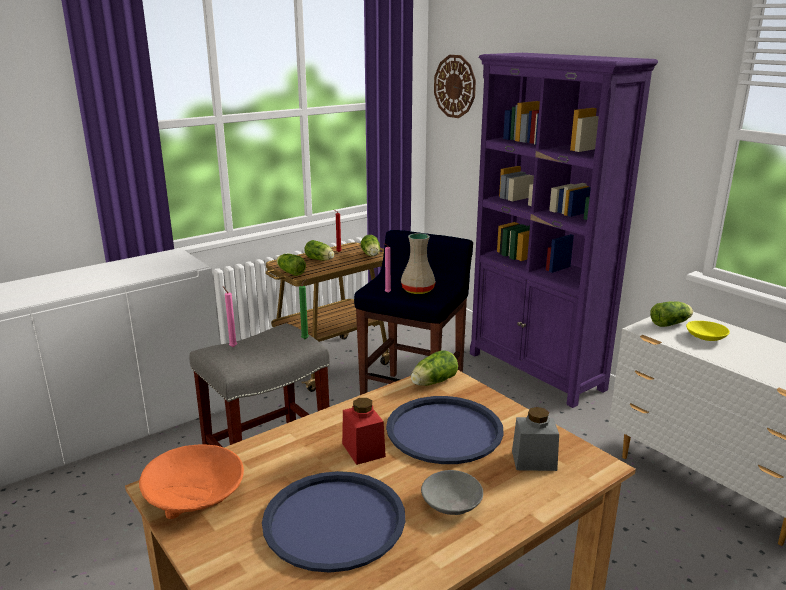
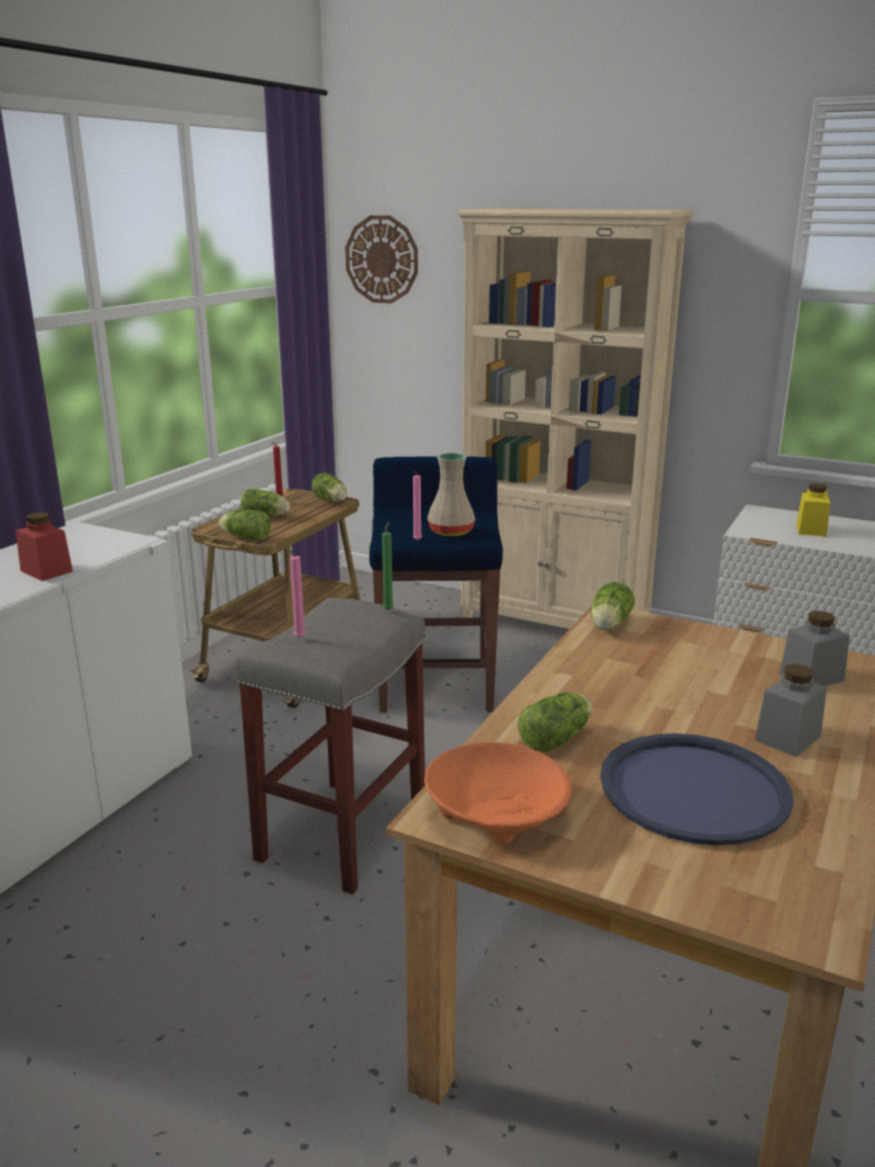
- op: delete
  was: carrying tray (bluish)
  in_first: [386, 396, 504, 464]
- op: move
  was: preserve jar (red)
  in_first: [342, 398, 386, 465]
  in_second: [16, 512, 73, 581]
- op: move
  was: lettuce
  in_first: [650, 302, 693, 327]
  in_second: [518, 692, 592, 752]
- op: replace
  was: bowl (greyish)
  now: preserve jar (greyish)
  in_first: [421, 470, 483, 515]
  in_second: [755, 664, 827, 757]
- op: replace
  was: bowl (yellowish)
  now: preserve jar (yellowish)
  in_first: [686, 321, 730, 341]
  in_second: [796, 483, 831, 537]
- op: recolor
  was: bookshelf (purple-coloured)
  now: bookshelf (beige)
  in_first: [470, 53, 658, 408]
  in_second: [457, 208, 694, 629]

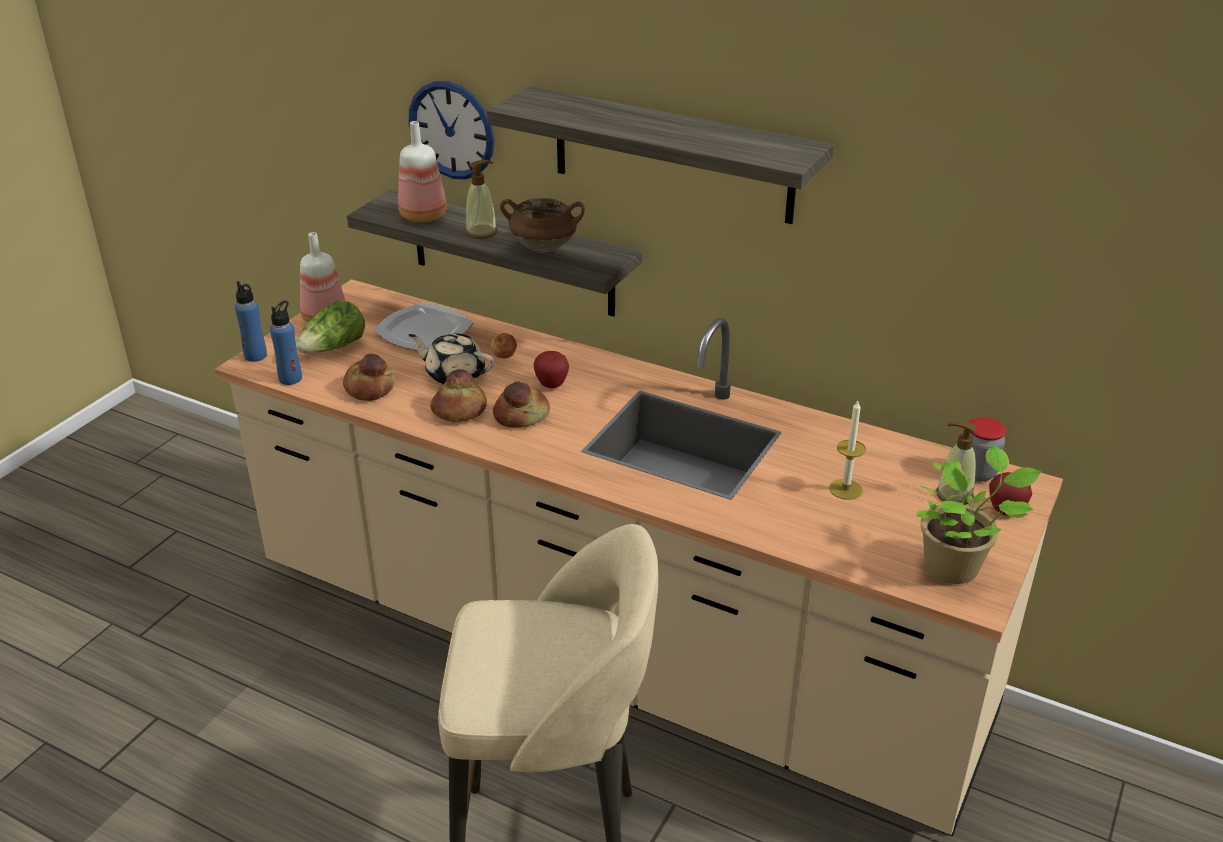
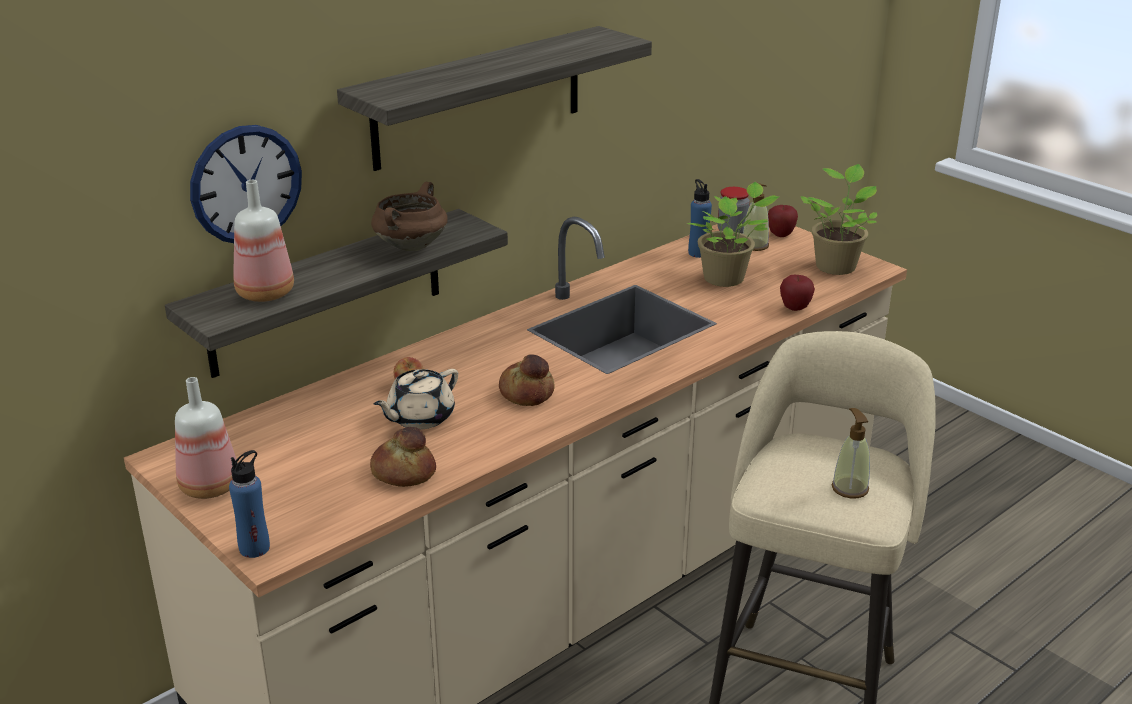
- op: delete
  was: lettuce
  in_first: [296, 301, 365, 353]
- op: delete
  was: flat dish
  in_first: [373, 302, 473, 351]
- op: delete
  was: baked bread
  in_first: [430, 369, 487, 422]
- op: move
  was: beverage bottle (bluish)
  in_first: [270, 300, 302, 385]
  in_second: [688, 179, 712, 258]
- op: move
  was: soap bottle
  in_first: [465, 160, 497, 239]
  in_second: [832, 408, 870, 498]
- op: move
  was: apple fruit
  in_first: [533, 351, 569, 388]
  in_second: [780, 275, 815, 311]
- op: replace
  was: candle
  now: plant in a pot
  in_first: [829, 401, 866, 500]
  in_second: [687, 182, 779, 287]

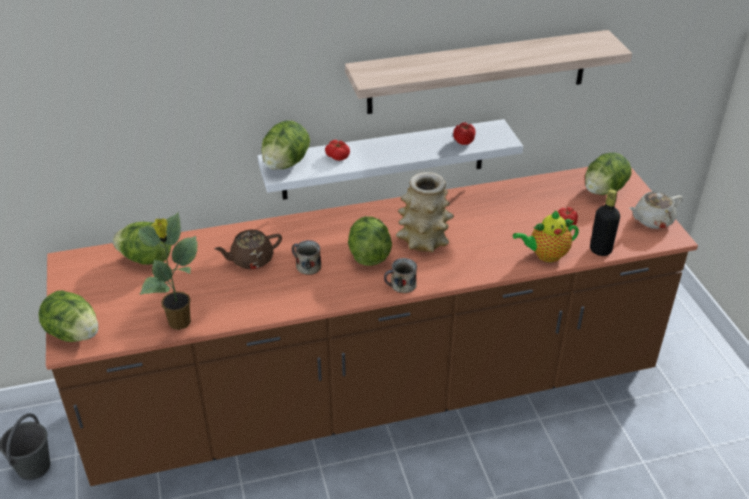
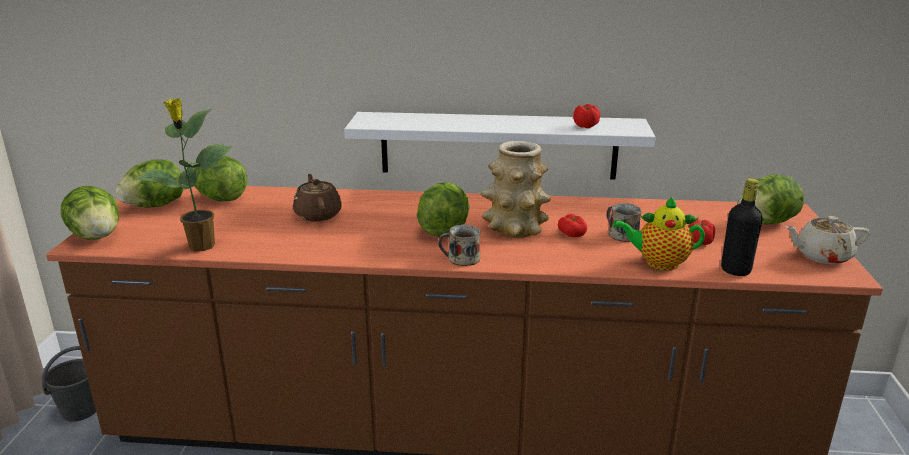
- op: delete
  was: wall shelf
  in_first: [345, 30, 632, 114]
- op: move
  was: lettuce
  in_first: [261, 121, 310, 170]
  in_second: [116, 159, 184, 208]
- op: move
  was: mug
  in_first: [292, 240, 321, 275]
  in_second: [607, 203, 641, 242]
- op: move
  was: fresh tomato
  in_first: [325, 140, 350, 161]
  in_second: [558, 214, 587, 237]
- op: rotate
  was: pot for tea (brown-coloured)
  in_first: [214, 229, 282, 270]
  in_second: [293, 174, 342, 222]
  clockwise: 75

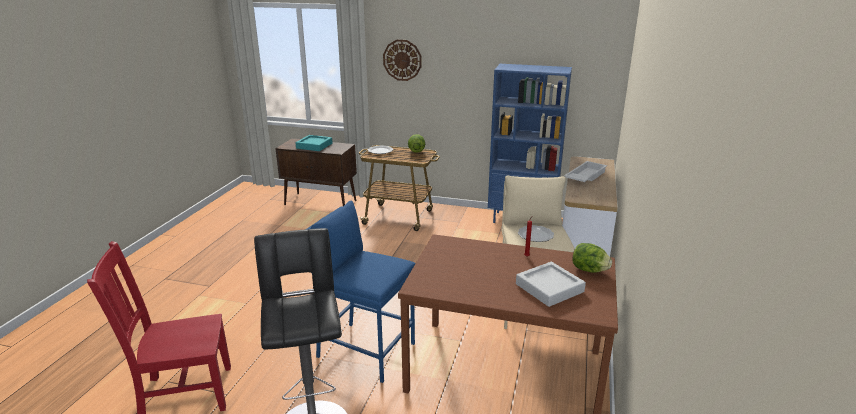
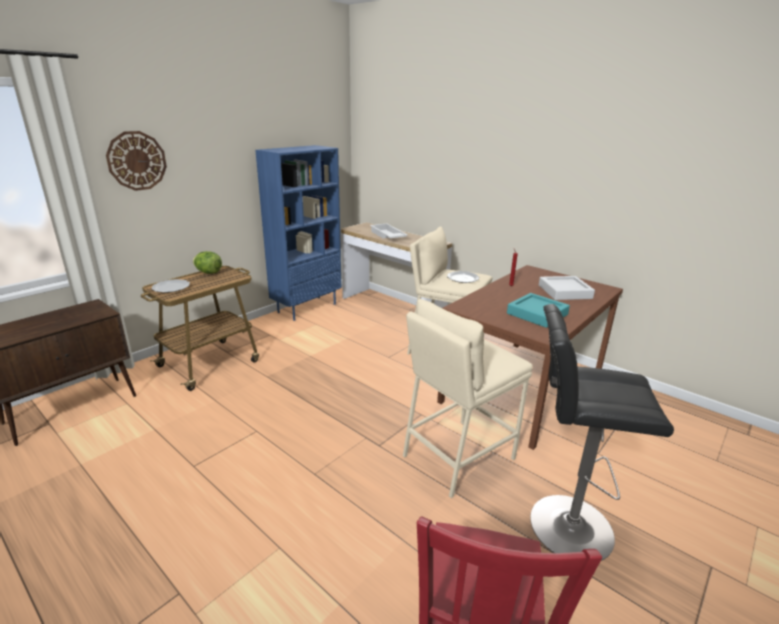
- op: delete
  was: lettuce
  in_first: [573, 243, 612, 273]
- op: move
  was: carrying tray (turquoise-coloured)
  in_first: [295, 135, 333, 151]
  in_second: [507, 293, 570, 328]
- op: recolor
  was: stool seat (bluish)
  now: stool seat (beige)
  in_first: [305, 201, 416, 383]
  in_second: [403, 299, 533, 498]

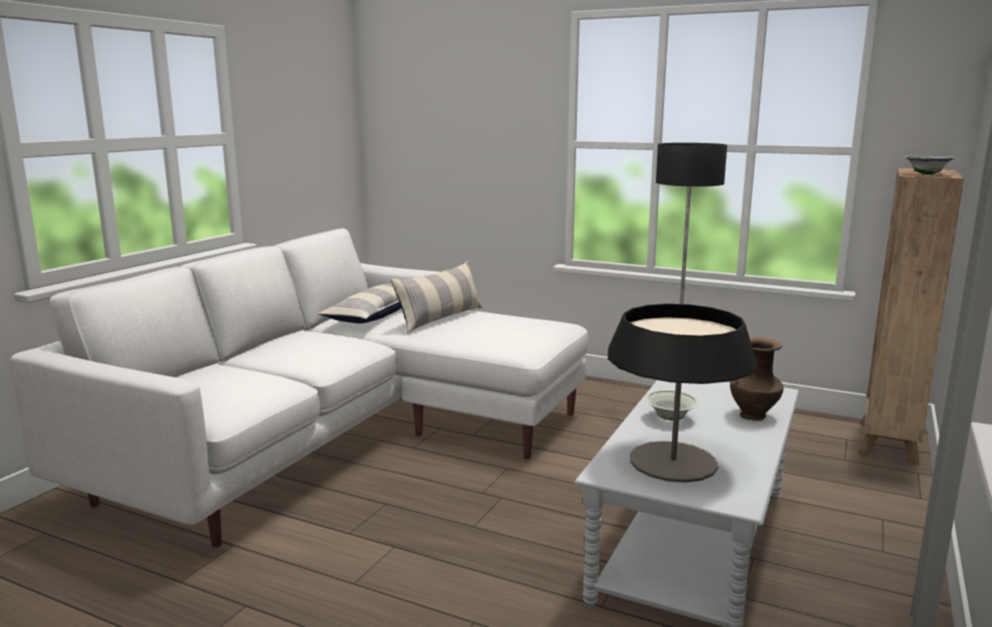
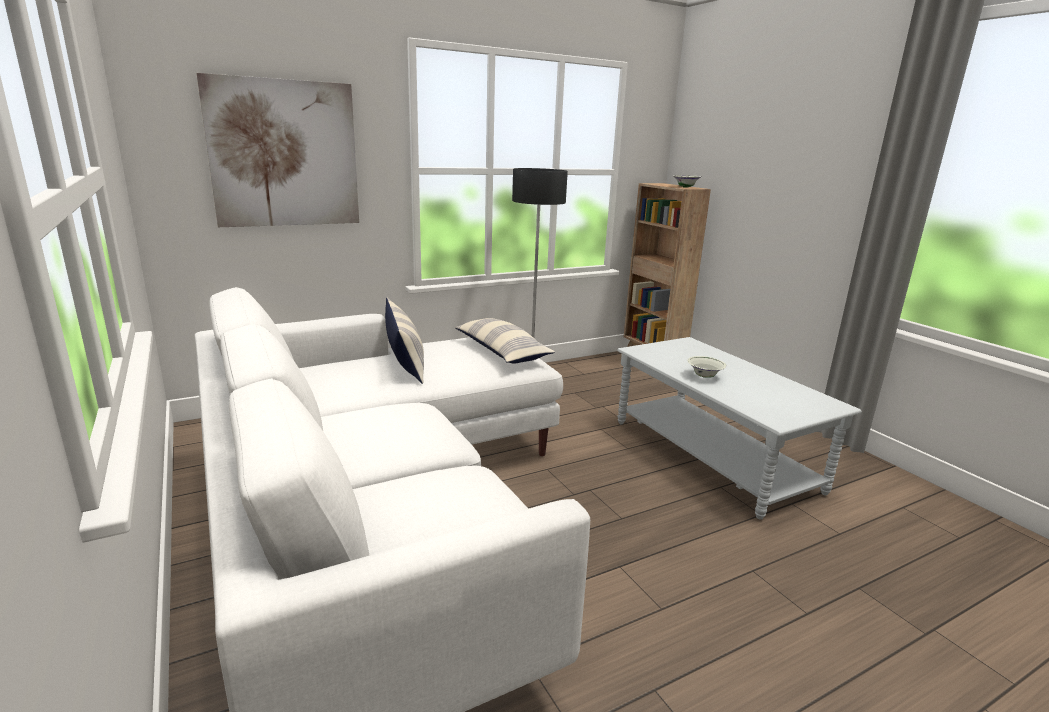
- op: delete
  was: table lamp
  in_first: [608, 304, 758, 483]
- op: delete
  was: vase (brown-coloured)
  in_first: [730, 336, 784, 421]
- op: insert
  now: picture
  in_second: [196, 73, 359, 227]
- op: move
  was: throw pillow
  in_first: [318, 284, 402, 324]
  in_second: [455, 318, 555, 364]

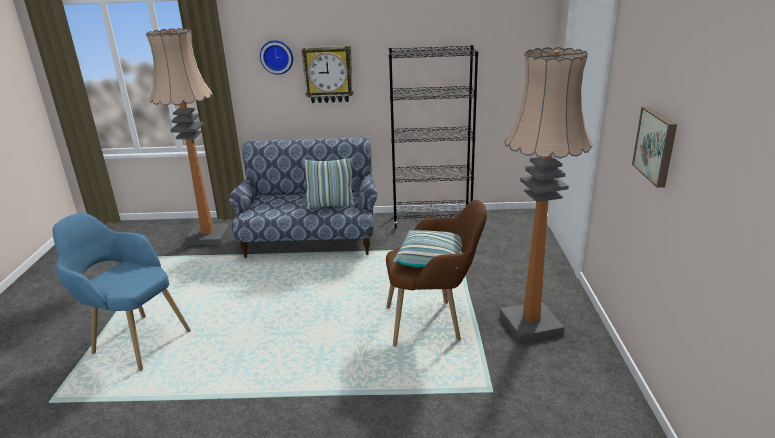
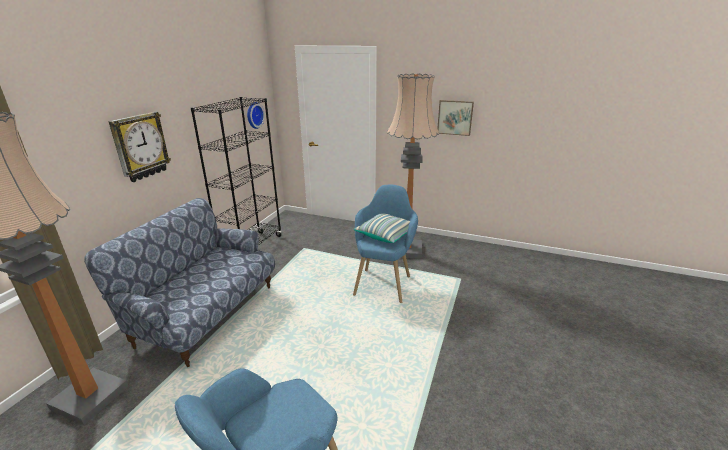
- op: delete
  was: throw pillow
  in_first: [303, 157, 355, 210]
- op: move
  was: hanging clock
  in_first: [260, 40, 293, 75]
  in_second: [247, 102, 265, 129]
- op: recolor
  was: lounge chair (brown-coloured)
  now: lounge chair (bluish)
  in_first: [386, 200, 487, 347]
  in_second: [353, 185, 418, 303]

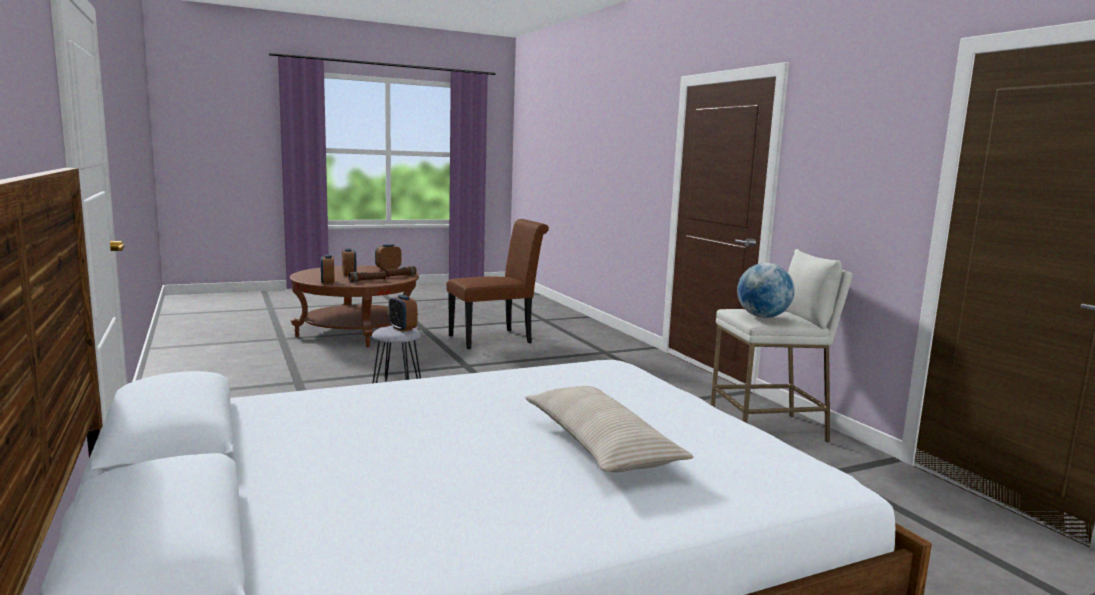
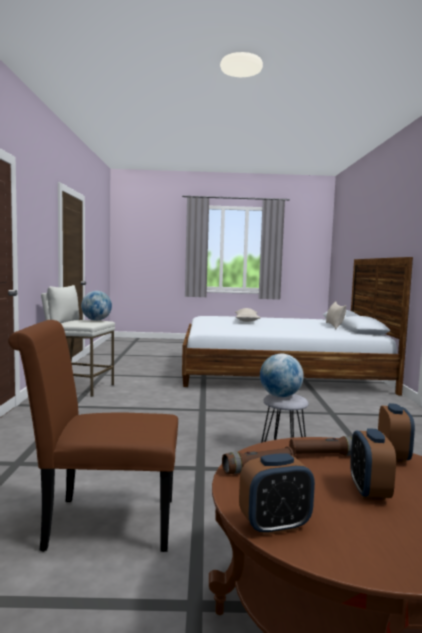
- op: insert
  now: throw pillow (beige)
  in_second: [326, 301, 346, 329]
- op: replace
  was: table clock
  now: desk globe
  in_first: [389, 295, 417, 332]
  in_second: [260, 354, 304, 397]

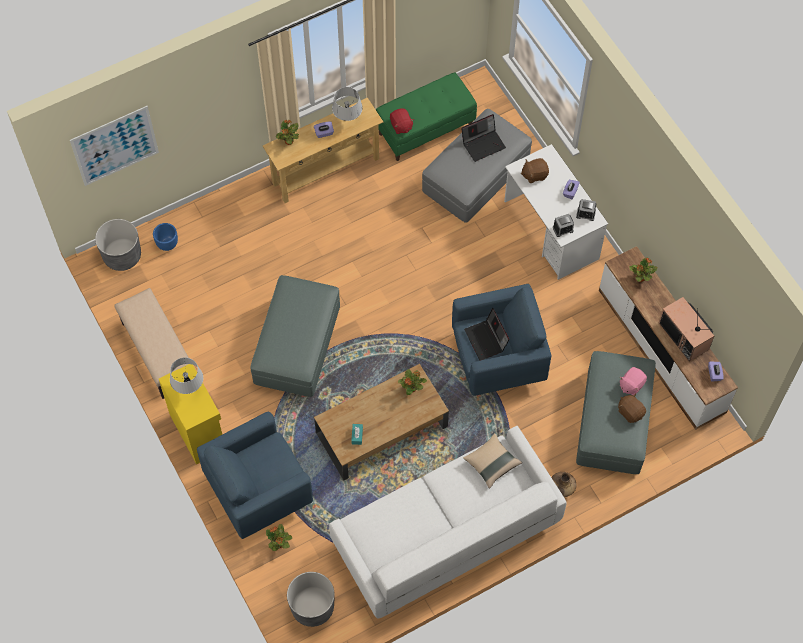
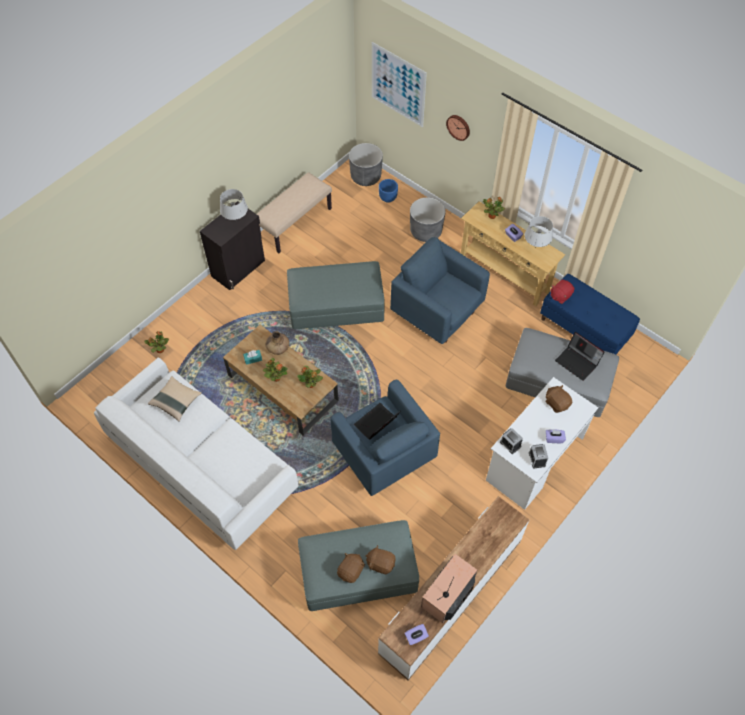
- op: insert
  now: hanging clock
  in_second: [446, 115, 470, 141]
- op: move
  was: lounge chair (bluish)
  in_first: [197, 412, 313, 539]
  in_second: [390, 237, 490, 344]
- op: move
  was: flower pot (greyish)
  in_first: [287, 572, 335, 627]
  in_second: [410, 197, 446, 242]
- op: move
  was: throw pillow (beige)
  in_first: [463, 433, 522, 489]
  in_second: [148, 376, 202, 422]
- op: move
  was: vase (brown-coloured)
  in_first: [551, 472, 577, 497]
  in_second: [266, 331, 289, 355]
- op: move
  was: plant in a pot
  in_first: [629, 257, 657, 282]
  in_second: [263, 358, 288, 382]
- op: recolor
  was: cabinet (yellowish)
  now: cabinet (blackish)
  in_first: [159, 364, 222, 464]
  in_second: [200, 201, 265, 290]
- op: recolor
  was: long seat (green)
  now: long seat (bluish)
  in_first: [376, 72, 477, 161]
  in_second: [540, 274, 640, 354]
- op: recolor
  was: plush toy (pink-coloured)
  now: plush toy (brown-coloured)
  in_first: [620, 367, 647, 395]
  in_second: [365, 545, 396, 574]

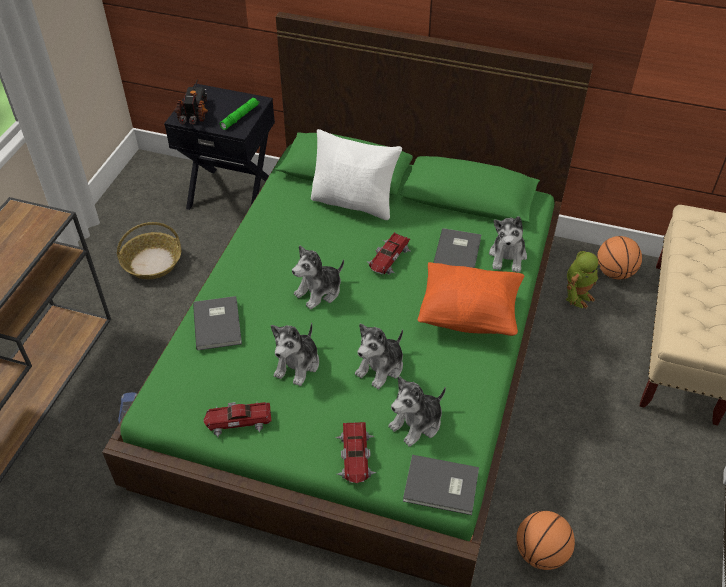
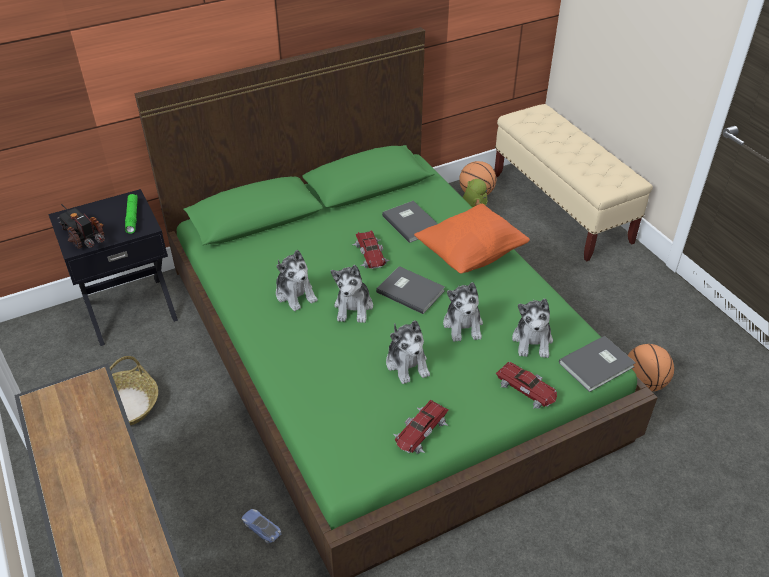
- op: delete
  was: throw pillow (white-coloured)
  in_first: [311, 129, 402, 220]
- op: move
  was: book (greyish)
  in_first: [193, 296, 242, 350]
  in_second: [376, 266, 445, 314]
- op: move
  was: plush toy
  in_first: [489, 216, 527, 272]
  in_second: [276, 250, 318, 311]

